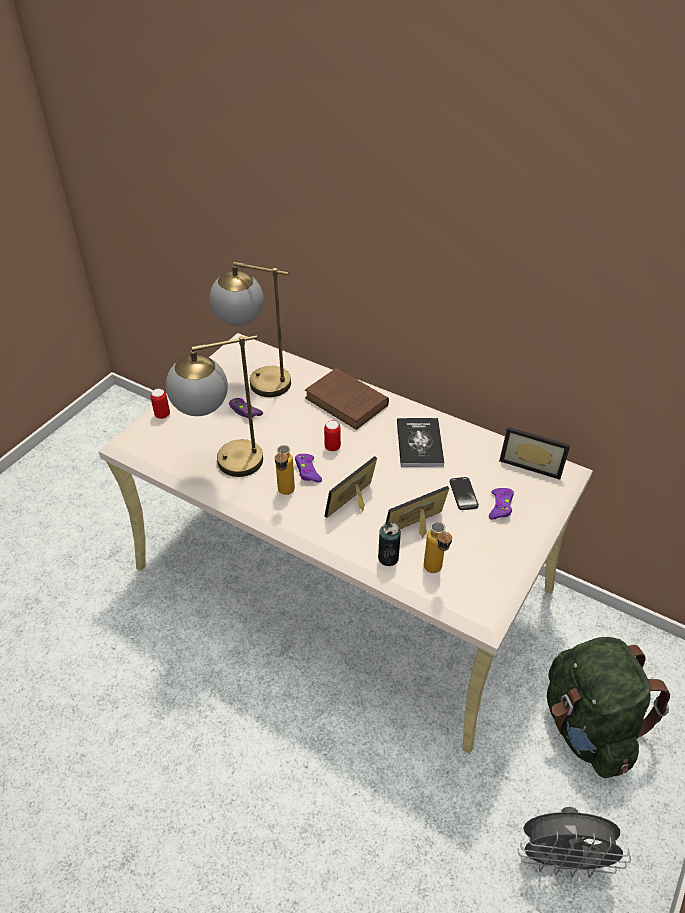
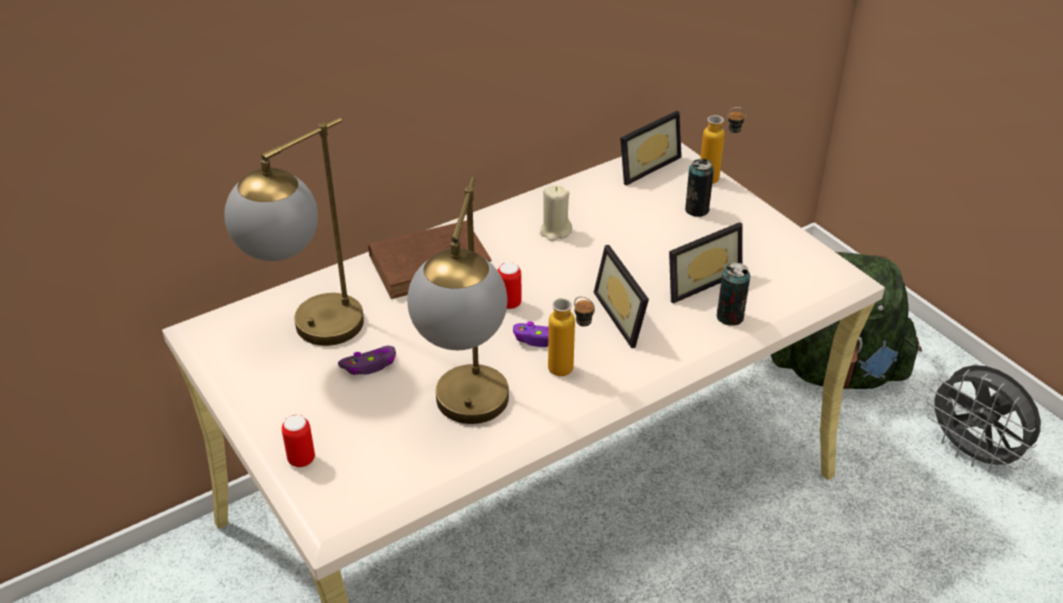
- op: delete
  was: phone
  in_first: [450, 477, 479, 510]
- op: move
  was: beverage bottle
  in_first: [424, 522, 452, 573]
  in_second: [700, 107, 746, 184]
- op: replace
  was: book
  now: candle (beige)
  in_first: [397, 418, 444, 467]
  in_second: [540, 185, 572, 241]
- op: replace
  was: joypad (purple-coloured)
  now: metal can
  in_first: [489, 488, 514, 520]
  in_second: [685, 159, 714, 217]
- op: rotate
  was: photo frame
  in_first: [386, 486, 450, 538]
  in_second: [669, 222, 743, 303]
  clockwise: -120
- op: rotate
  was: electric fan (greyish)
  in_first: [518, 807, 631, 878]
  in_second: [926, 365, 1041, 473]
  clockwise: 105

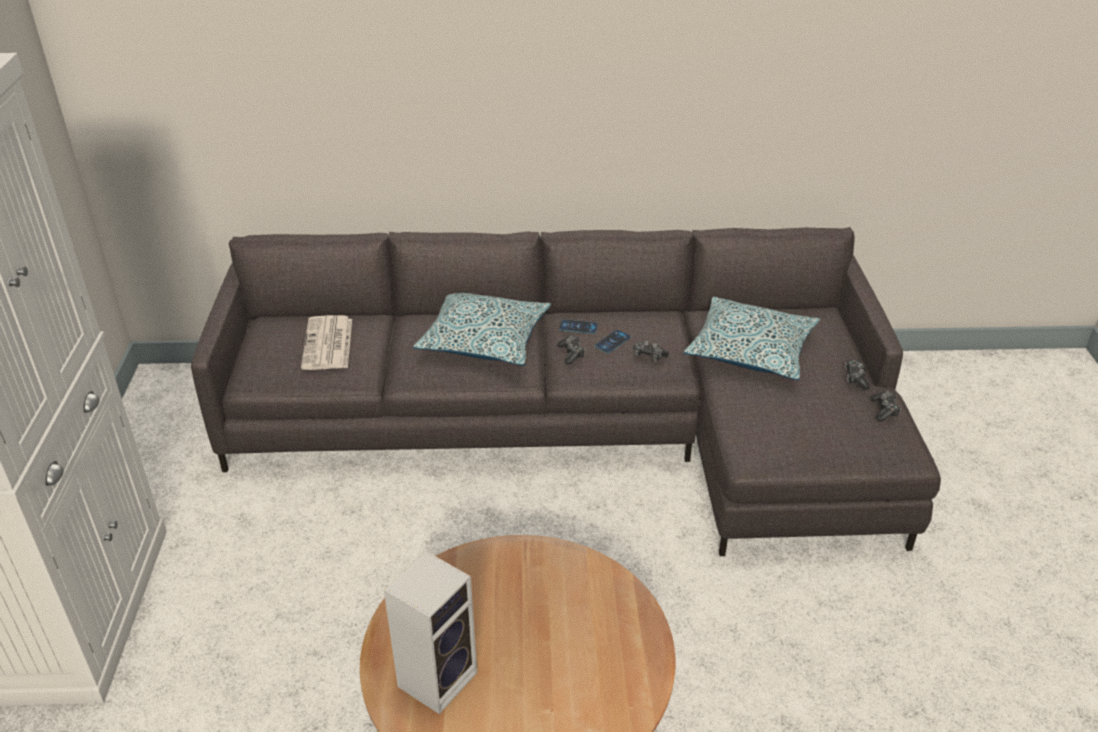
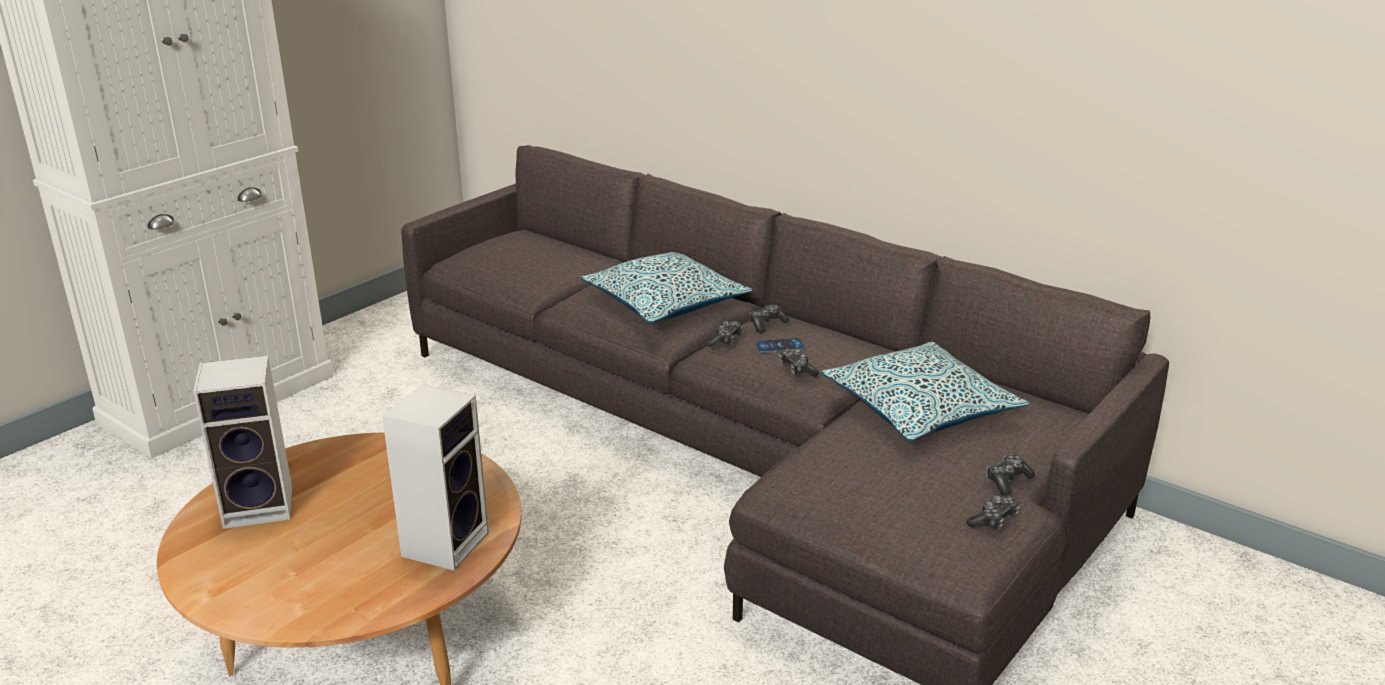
- op: delete
  was: printed paper
  in_first: [301, 315, 352, 370]
- op: insert
  now: loudspeaker
  in_second: [382, 384, 489, 571]
- op: replace
  was: phone
  now: joypad
  in_first: [559, 319, 598, 334]
  in_second: [749, 305, 789, 333]

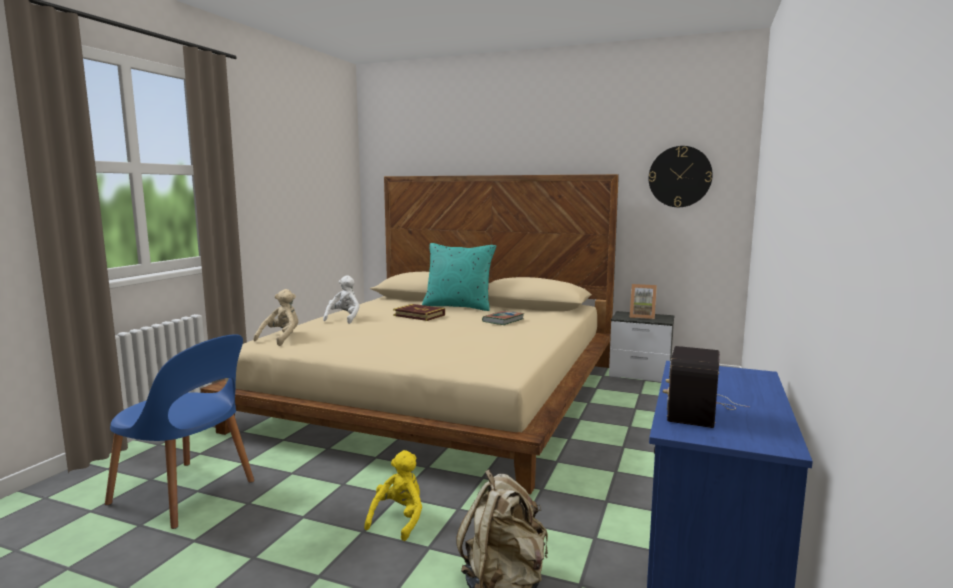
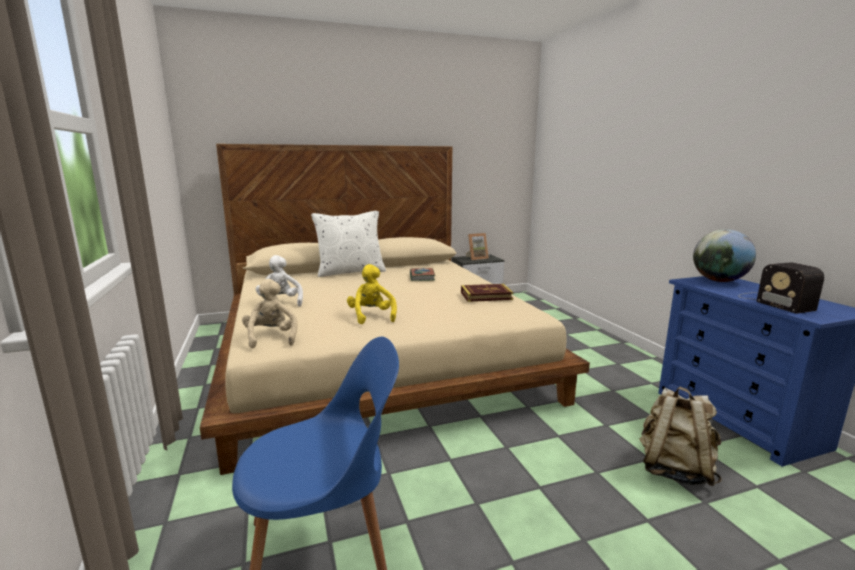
- op: delete
  was: hanging clock
  in_first: [649, 146, 713, 207]
- op: insert
  now: desk globe
  in_second: [693, 229, 756, 282]
- op: move
  was: plush toy (yellowish)
  in_first: [364, 450, 422, 541]
  in_second: [347, 264, 397, 324]
- op: move
  was: book
  in_first: [393, 304, 445, 321]
  in_second: [461, 284, 513, 302]
- op: recolor
  was: throw pillow (turquoise-coloured)
  now: throw pillow (white-coloured)
  in_first: [422, 243, 496, 311]
  in_second: [311, 211, 386, 277]

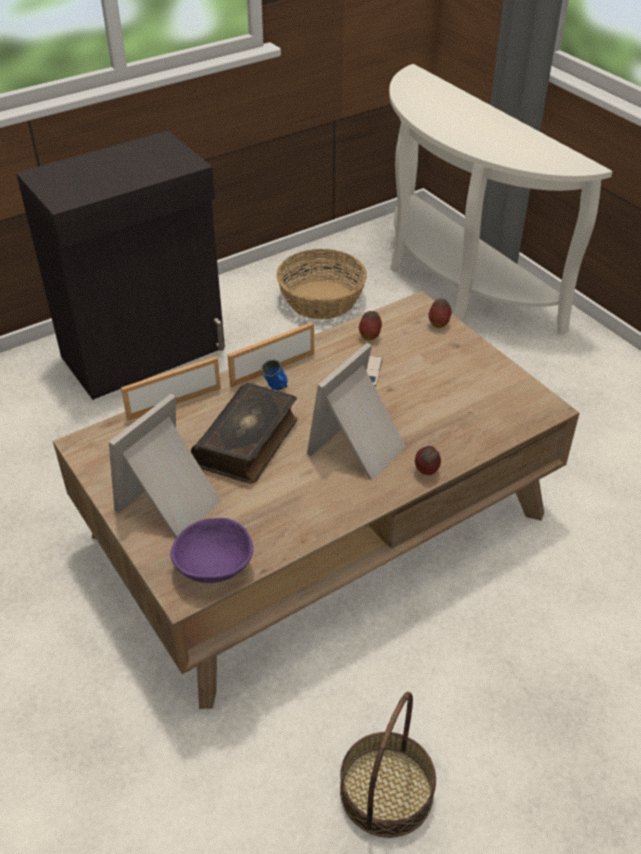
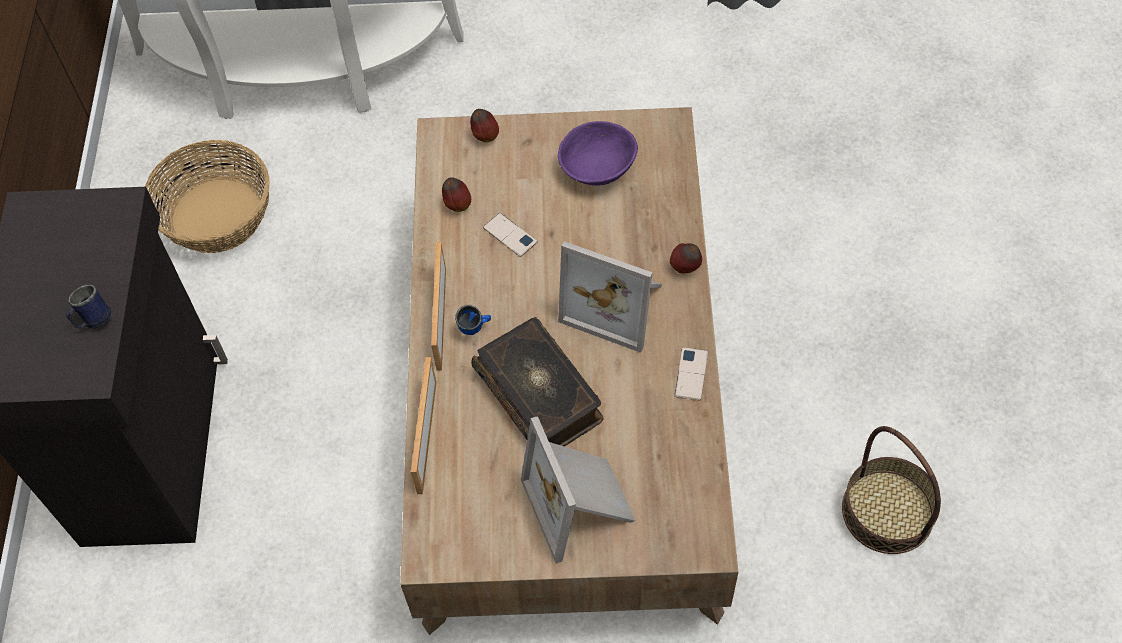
- op: insert
  now: mug (bluish)
  in_second: [66, 285, 112, 329]
- op: insert
  now: phone
  in_second: [674, 347, 708, 401]
- op: move
  was: bowl (purple-coloured)
  in_first: [170, 518, 253, 583]
  in_second: [558, 121, 638, 186]
- op: rotate
  was: photo frame
  in_first: [307, 343, 406, 480]
  in_second: [558, 241, 663, 353]
  clockwise: -45

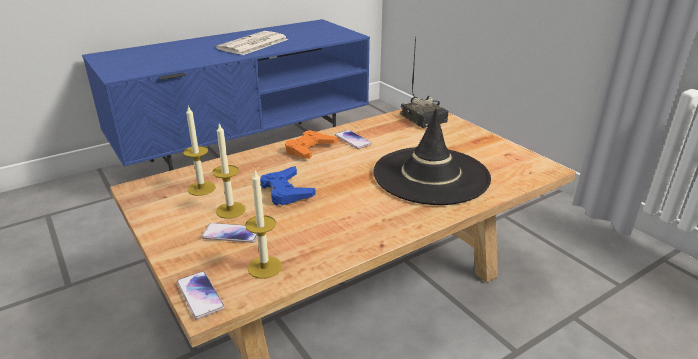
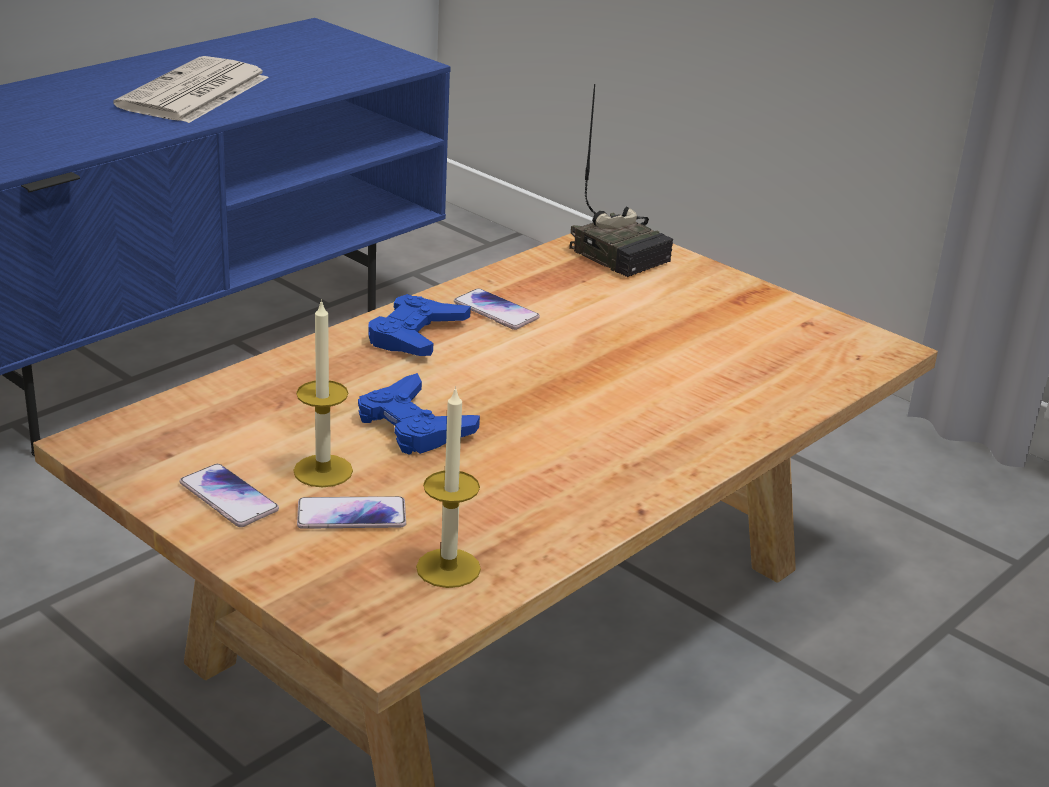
- op: delete
  was: candle
  in_first: [183, 105, 216, 196]
- op: delete
  was: hat (blackish)
  in_first: [373, 108, 491, 205]
- op: move
  was: phone
  in_first: [177, 271, 225, 320]
  in_second: [180, 464, 279, 527]
- op: recolor
  was: joypad (orange-coloured)
  now: joypad (bluish)
  in_first: [285, 130, 338, 159]
  in_second: [368, 294, 471, 356]

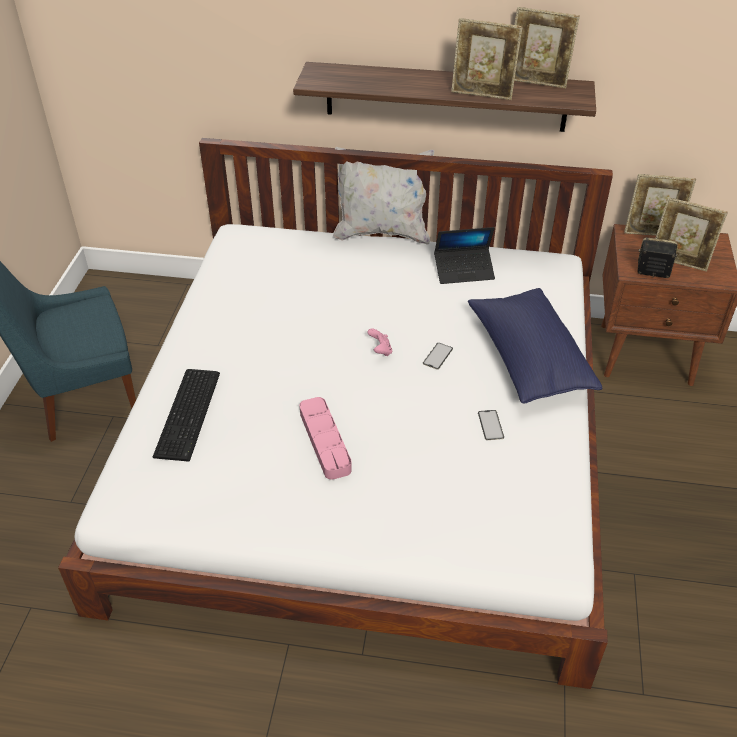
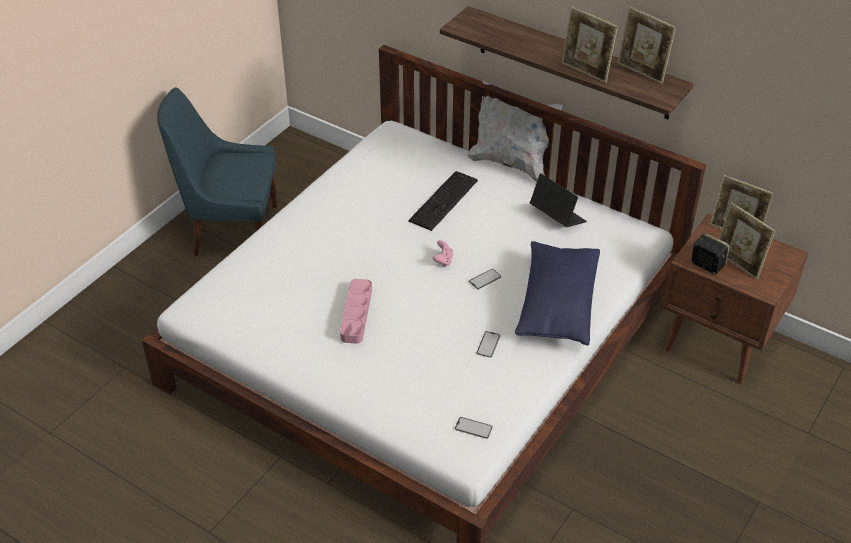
- op: insert
  now: phone
  in_second: [455, 417, 493, 439]
- op: move
  was: PC keyboard
  in_first: [153, 369, 220, 462]
  in_second: [408, 171, 478, 231]
- op: rotate
  was: portable computer
  in_first: [434, 227, 495, 284]
  in_second: [530, 173, 587, 227]
  clockwise: -150

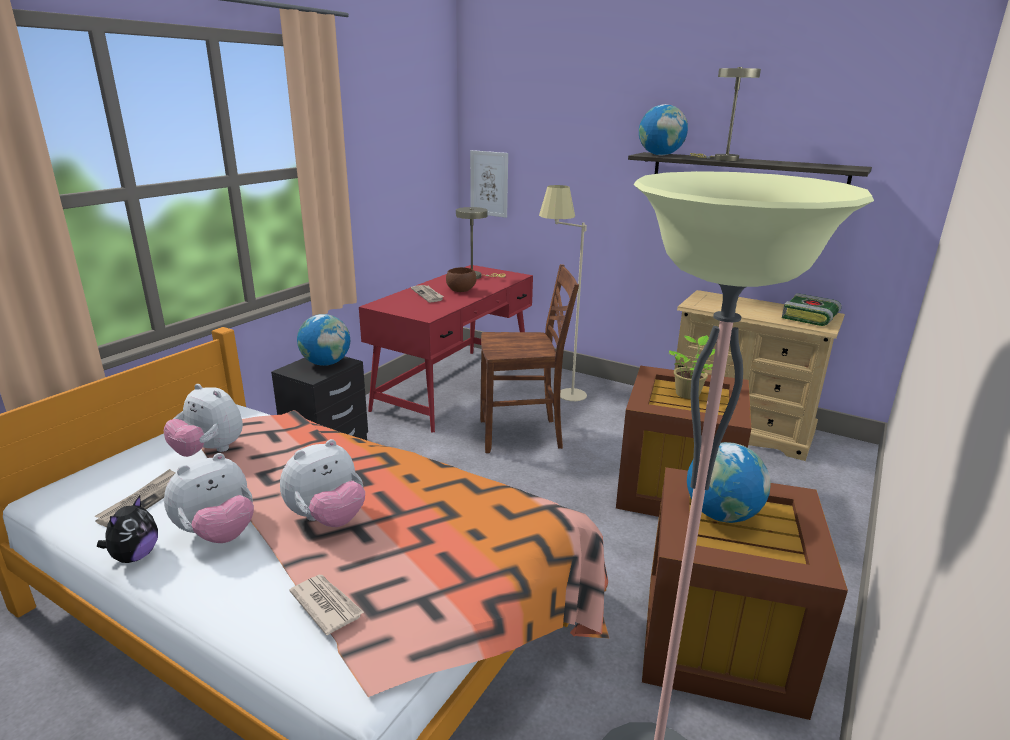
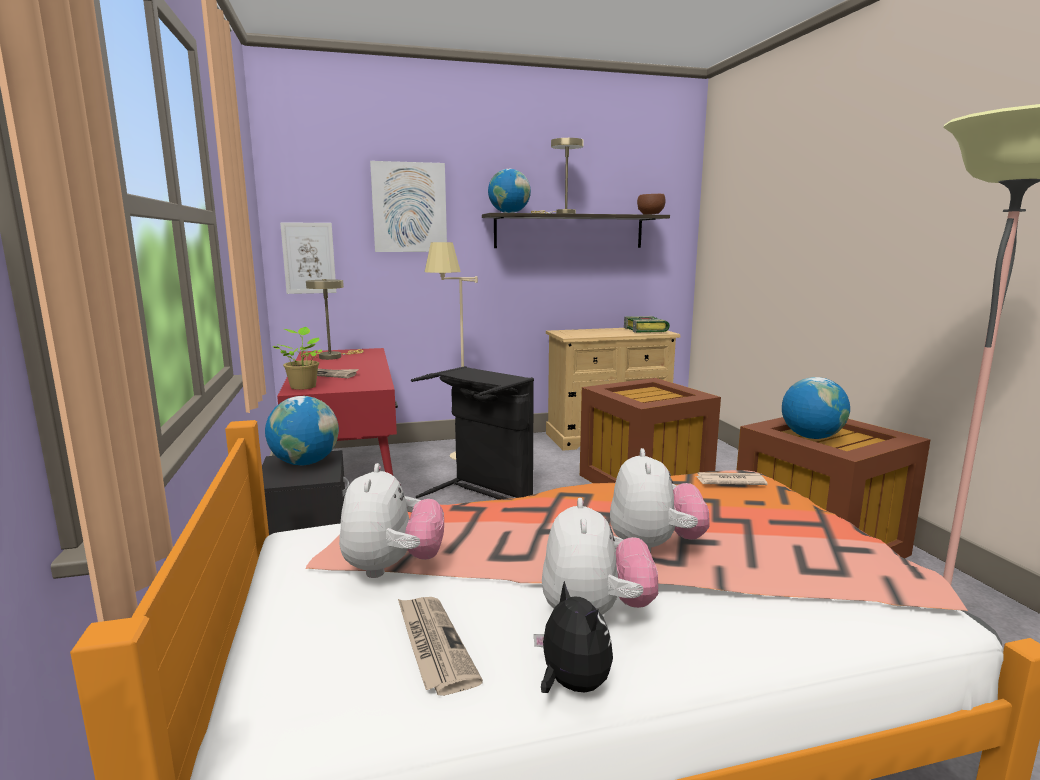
- op: insert
  now: picture
  in_second: [370, 161, 447, 252]
- op: move
  was: printed paper
  in_first: [289, 575, 364, 635]
  in_second: [695, 472, 768, 485]
- op: move
  was: bowl (brown-coloured)
  in_first: [446, 267, 476, 292]
  in_second: [637, 194, 665, 215]
- op: move
  was: plant in a pot
  in_first: [669, 335, 715, 399]
  in_second: [273, 327, 322, 390]
- op: replace
  was: chair (brown-coloured)
  now: laundry basket (blackish)
  in_first: [480, 264, 579, 453]
  in_second: [411, 366, 534, 500]
- op: rotate
  was: plush toy
  in_first: [164, 384, 243, 457]
  in_second: [339, 463, 444, 578]
  clockwise: -75

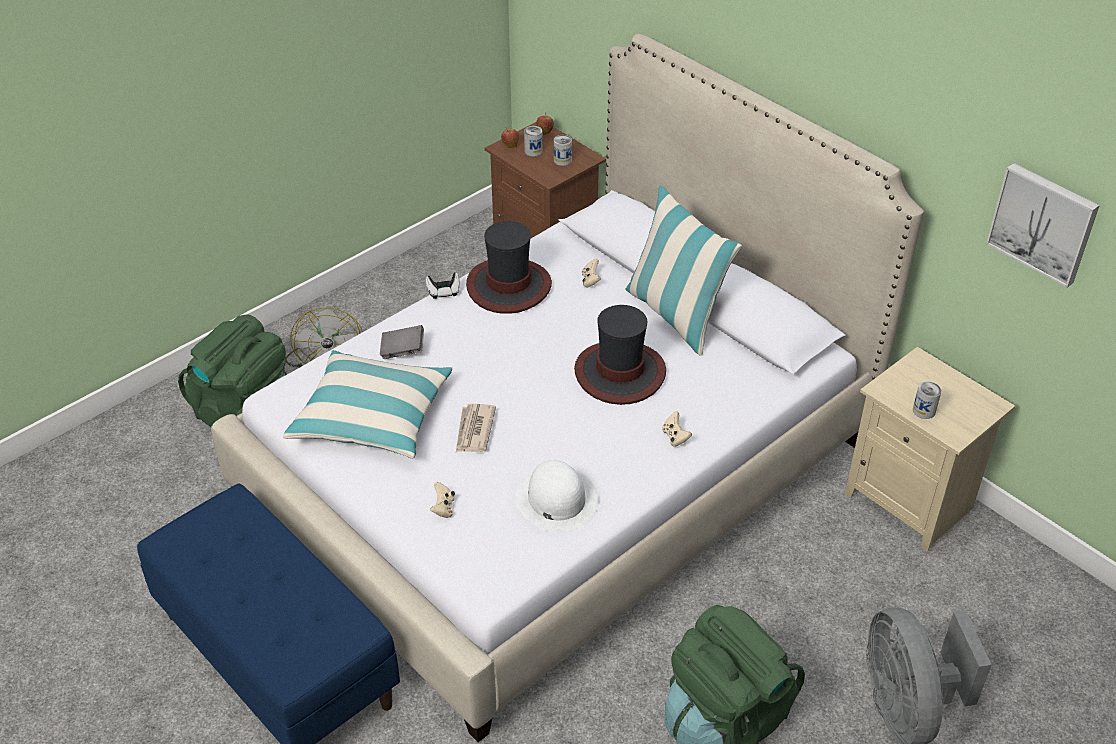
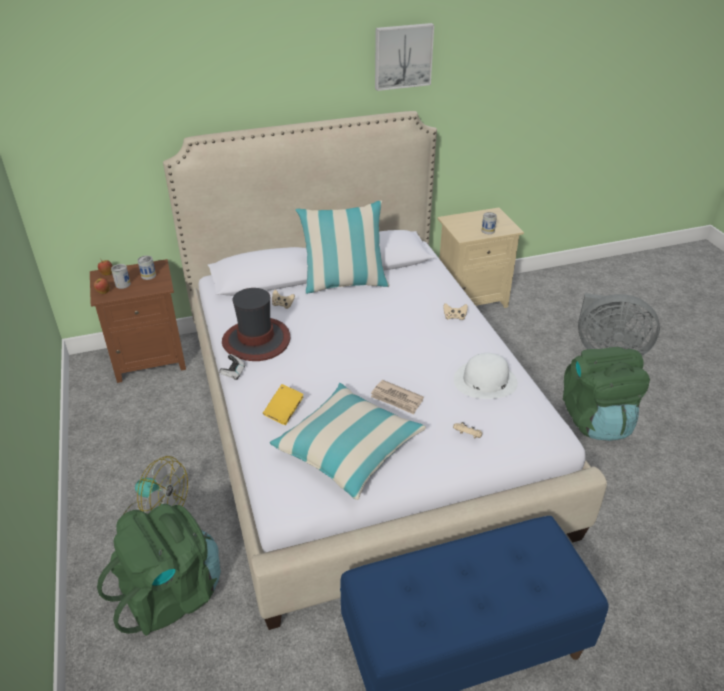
- op: delete
  was: hat
  in_first: [574, 305, 666, 405]
- op: move
  was: picture
  in_first: [986, 163, 1100, 288]
  in_second: [375, 23, 434, 91]
- op: recolor
  was: book (greyish)
  now: book (yellowish)
  in_first: [380, 325, 424, 359]
  in_second: [263, 384, 304, 425]

